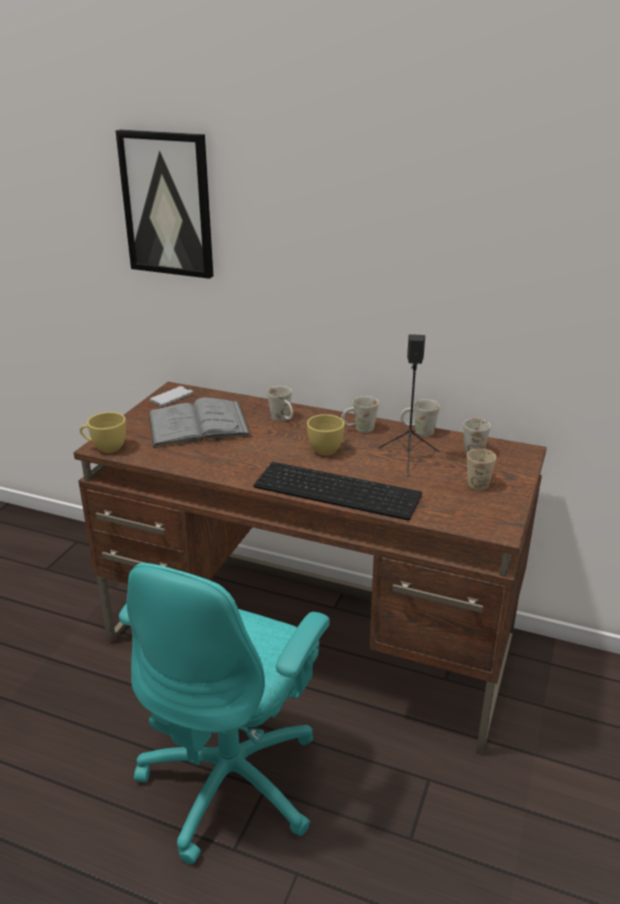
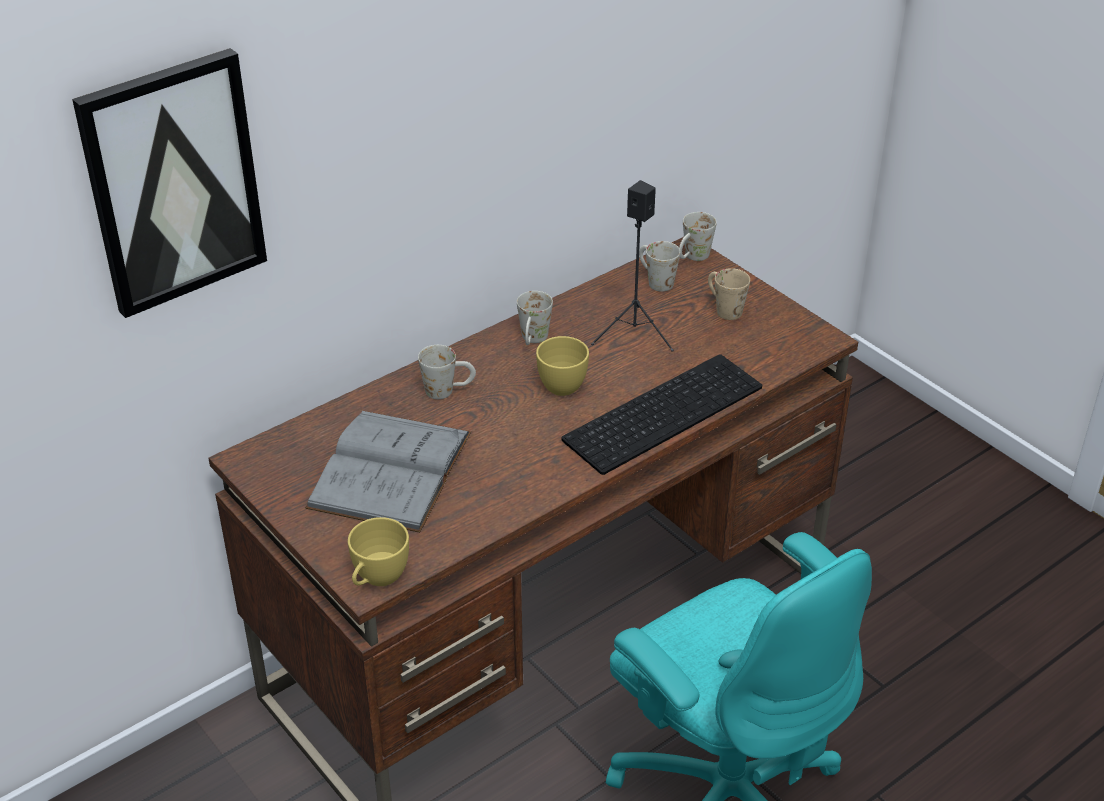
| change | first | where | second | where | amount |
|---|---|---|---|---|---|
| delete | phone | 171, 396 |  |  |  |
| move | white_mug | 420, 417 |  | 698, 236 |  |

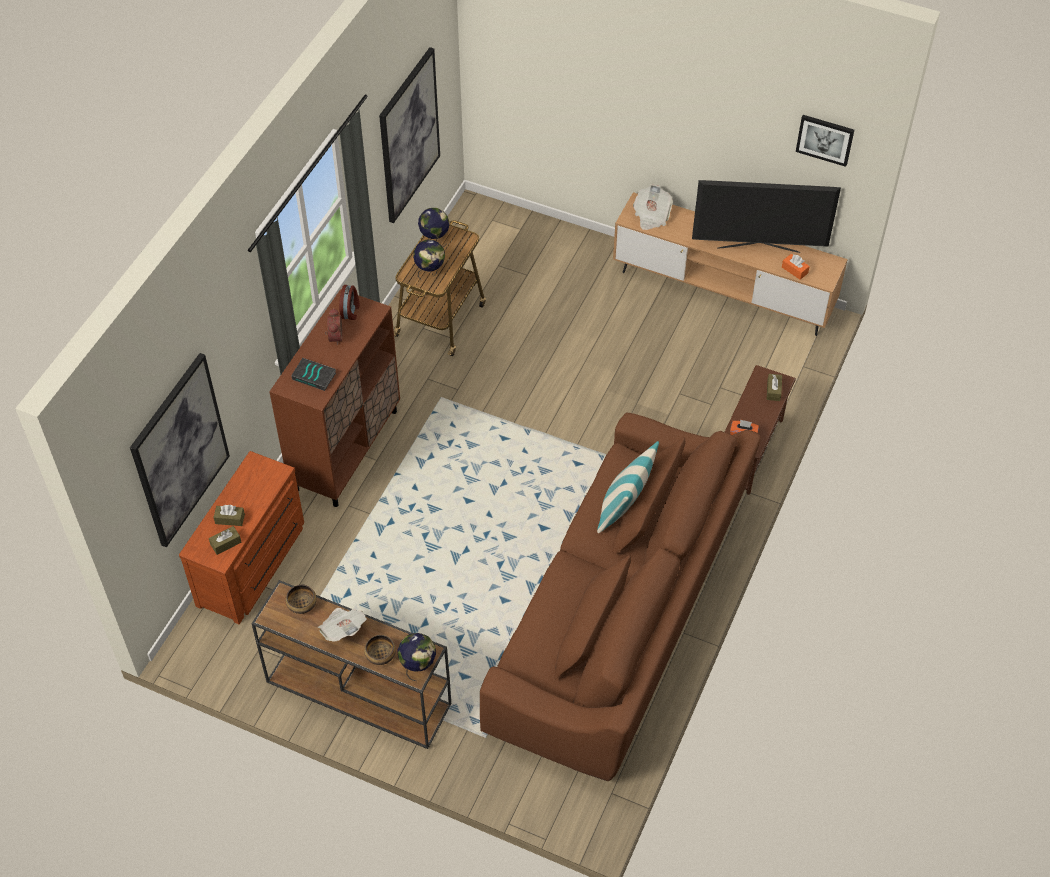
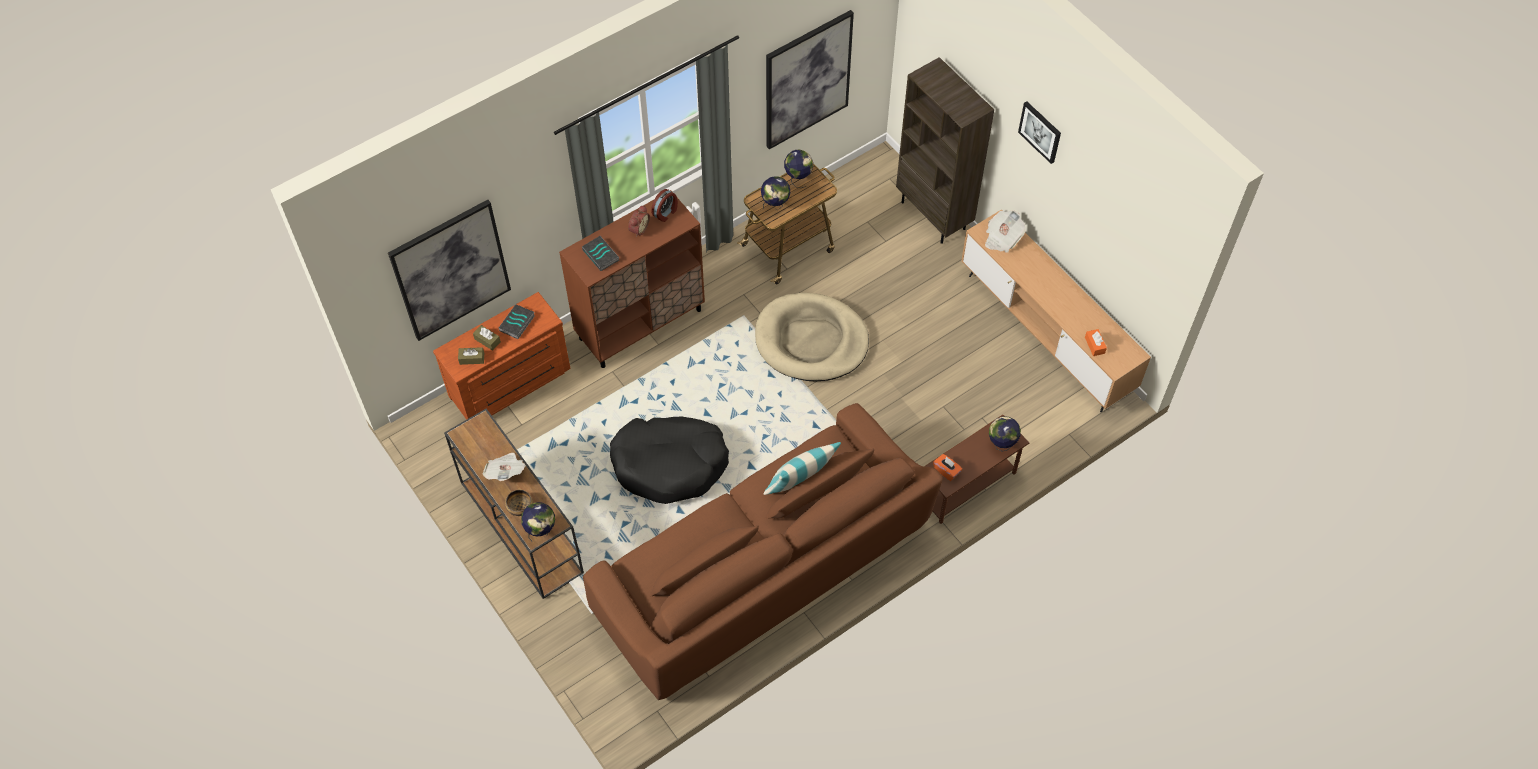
| change | first | where | second | where | amount |
|---|---|---|---|---|---|
| delete | bowl | 301, 599 |  |  |  |
| delete | television | 766, 216 |  |  |  |
| insert |  |  | book | 517, 321 |  |
| insert |  |  | black_dog_bed | 669, 460 |  |
| insert |  |  | beige_dog_bed | 812, 337 |  |
| insert |  |  | brown_bookcase | 945, 150 |  |
| move | picture | 825, 141 |  | 1039, 132 |  |
| replace | brown_tissue_box | 774, 387 | globe | 1005, 433 |  |

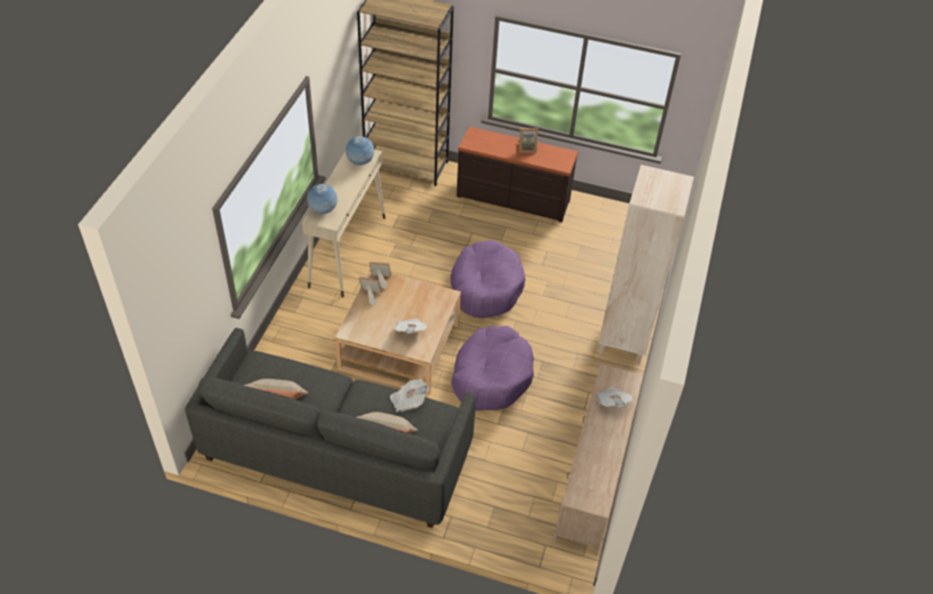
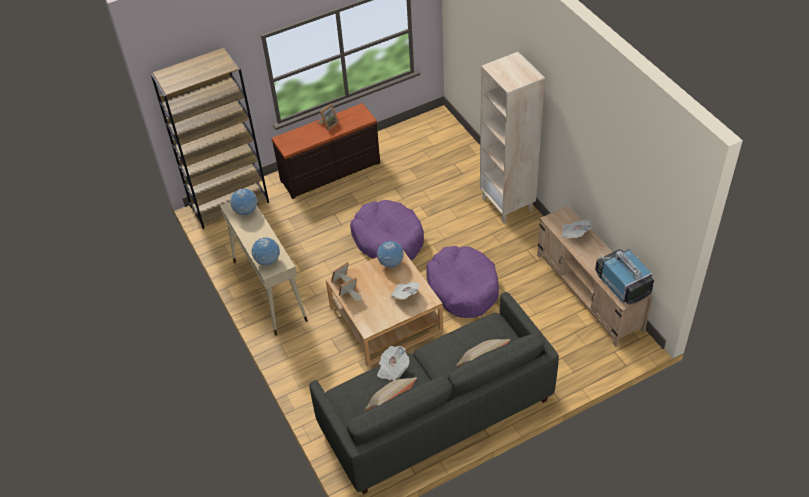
| change | first | where | second | where | amount |
|---|---|---|---|---|---|
| insert |  |  | globe | 390, 254 |  |
| insert |  |  | television | 624, 277 |  |
| move | newspaper | 409, 395 |  | 393, 363 |  |

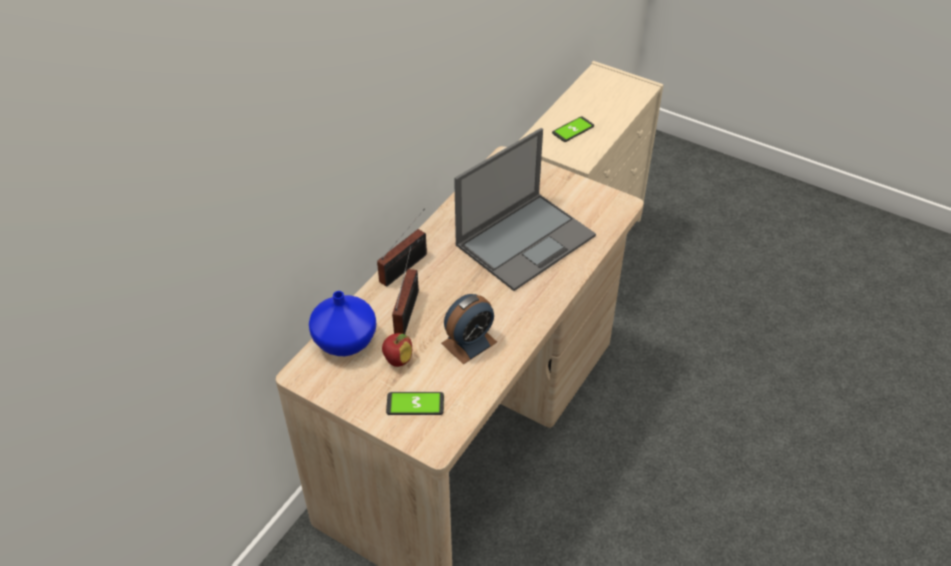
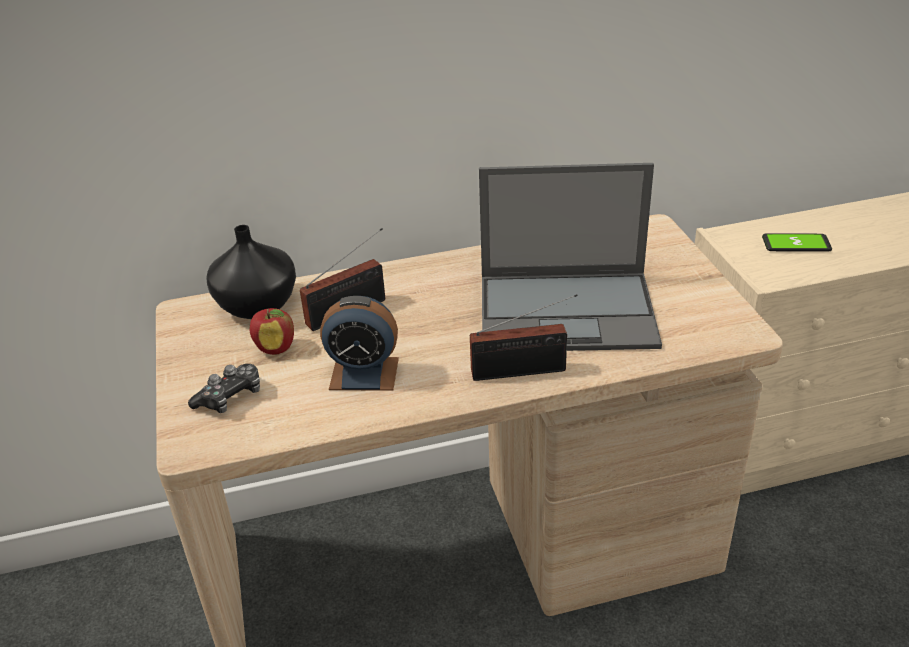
| change | first | where | second | where | amount |
|---|---|---|---|---|---|
| move | radio | 402, 248 |  | 524, 337 |  |
| replace | phone | 415, 403 | game_controller | 224, 388 |  |
| recolor | blue_vase | 342, 323 | black_vase | 251, 272 |  |

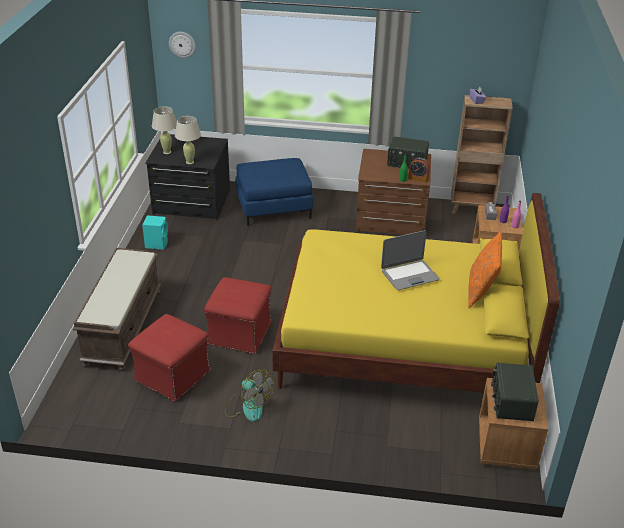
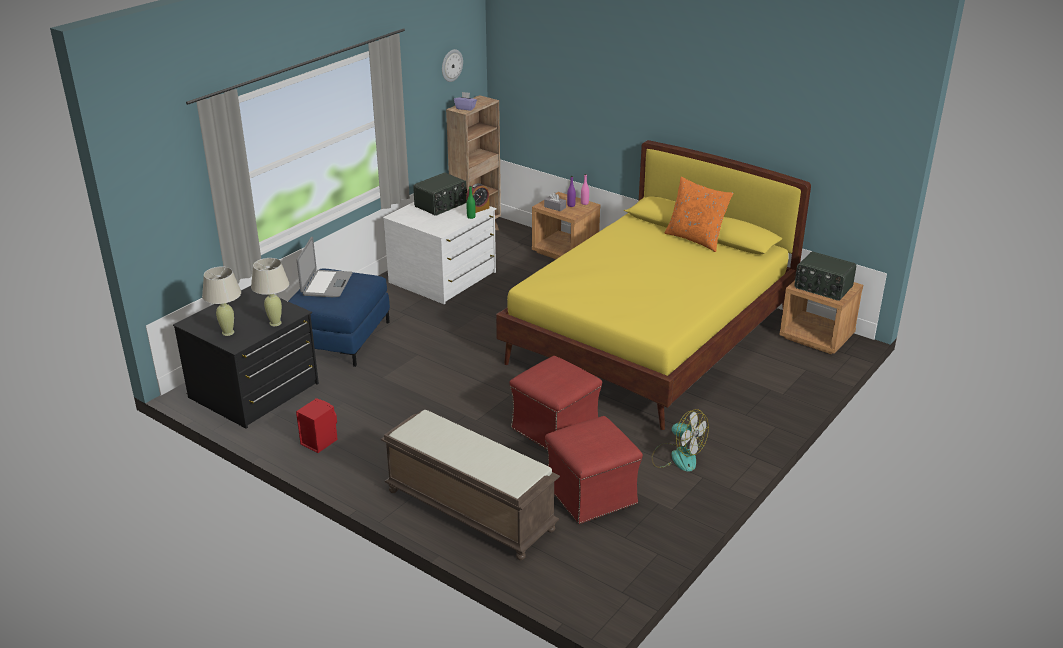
| change | first | where | second | where | amount |
|---|---|---|---|---|---|
| move | wall_clock | 182, 45 |  | 452, 65 |  |
| move | laptop | 410, 260 |  | 324, 267 |  |
| recolor | turquoise_speaker | 155, 232 | red_speaker | 317, 425 |  |
| recolor | brown_dresser | 393, 192 | white_dresser | 440, 253 |  |
| rotate | fan | 249, 395 |  | 680, 440 | 60 degrees clockwise |

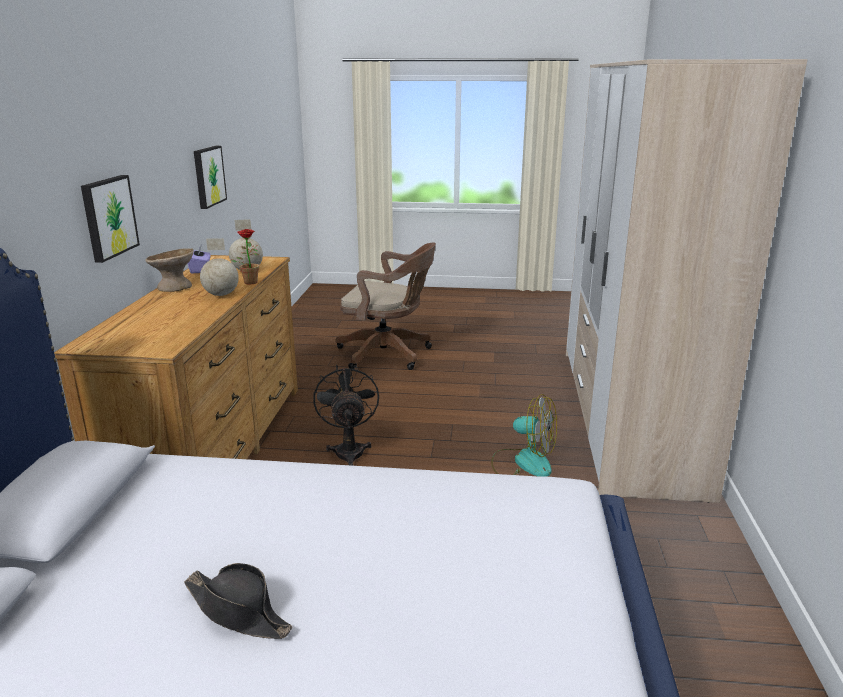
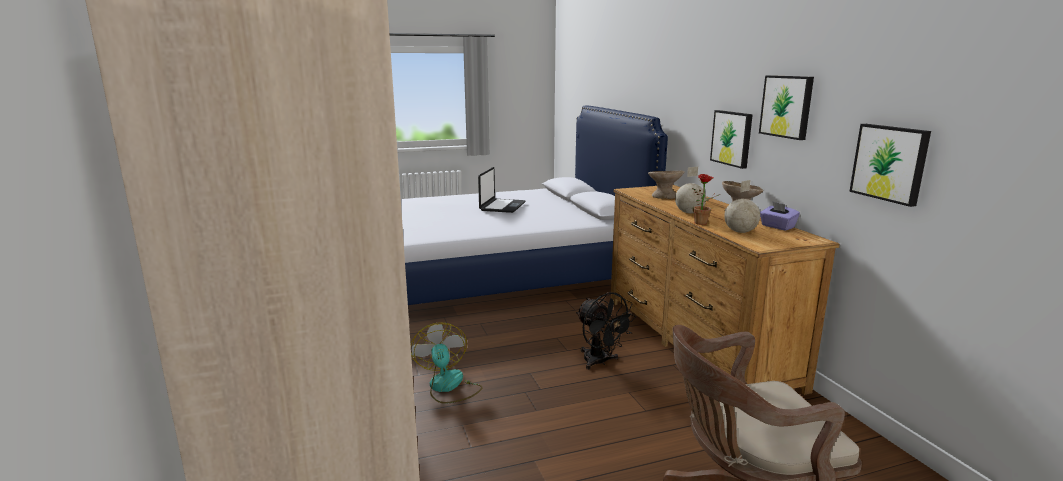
| change | first | where | second | where | amount |
|---|---|---|---|---|---|
| insert |  |  | beige_bowl | 666, 185 |  |
| insert |  |  | picture | 786, 107 |  |
| replace | black_hat | 238, 601 | laptop | 501, 190 |  |
| rotate | fan | 524, 435 |  | 447, 363 | 75 degrees clockwise |

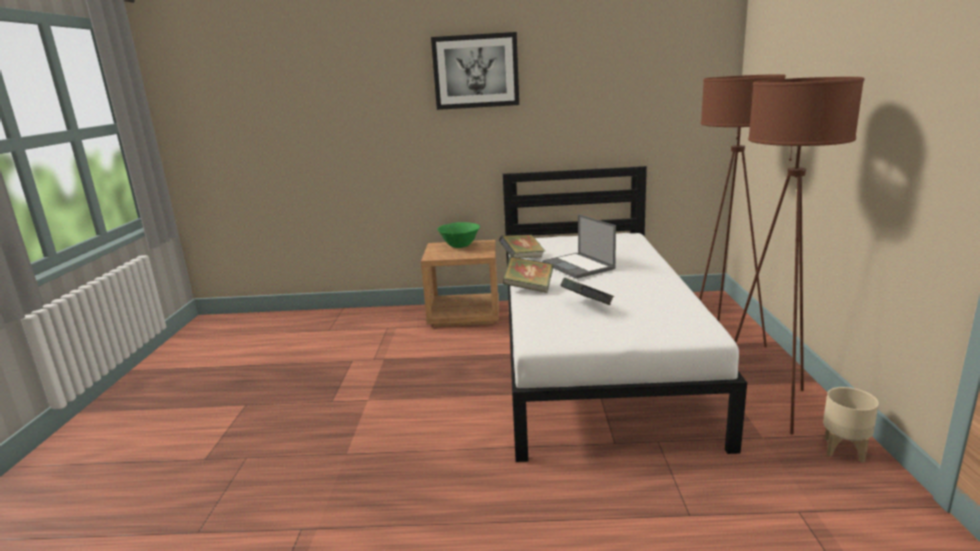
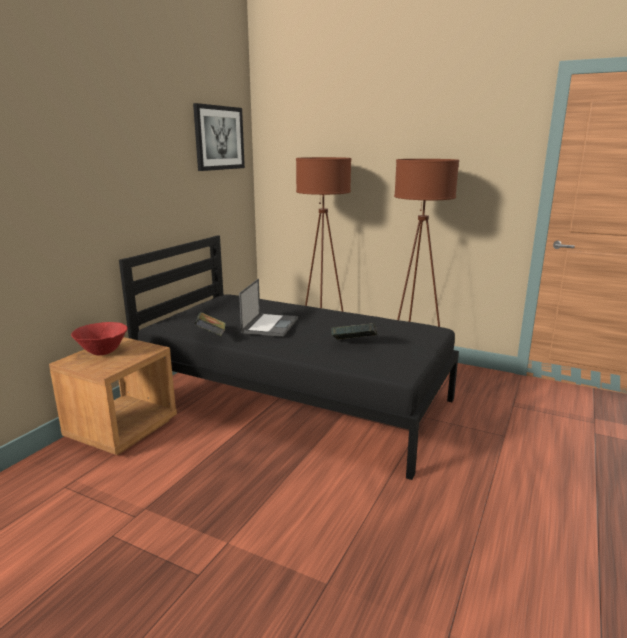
| change | first | where | second | where | amount |
|---|---|---|---|---|---|
| delete | book | 528, 274 |  |  |  |
| delete | beige_planter | 851, 425 |  |  |  |
| move | picture | 475, 71 |  | 219, 137 |  |
| recolor | green_bowl | 458, 235 | red_bowl | 99, 338 |  |
| recolor | white_bed | 625, 314 | black_bed | 289, 357 |  |
| rotate | laptop | 579, 246 |  | 268, 308 | 75 degrees counterclockwise |

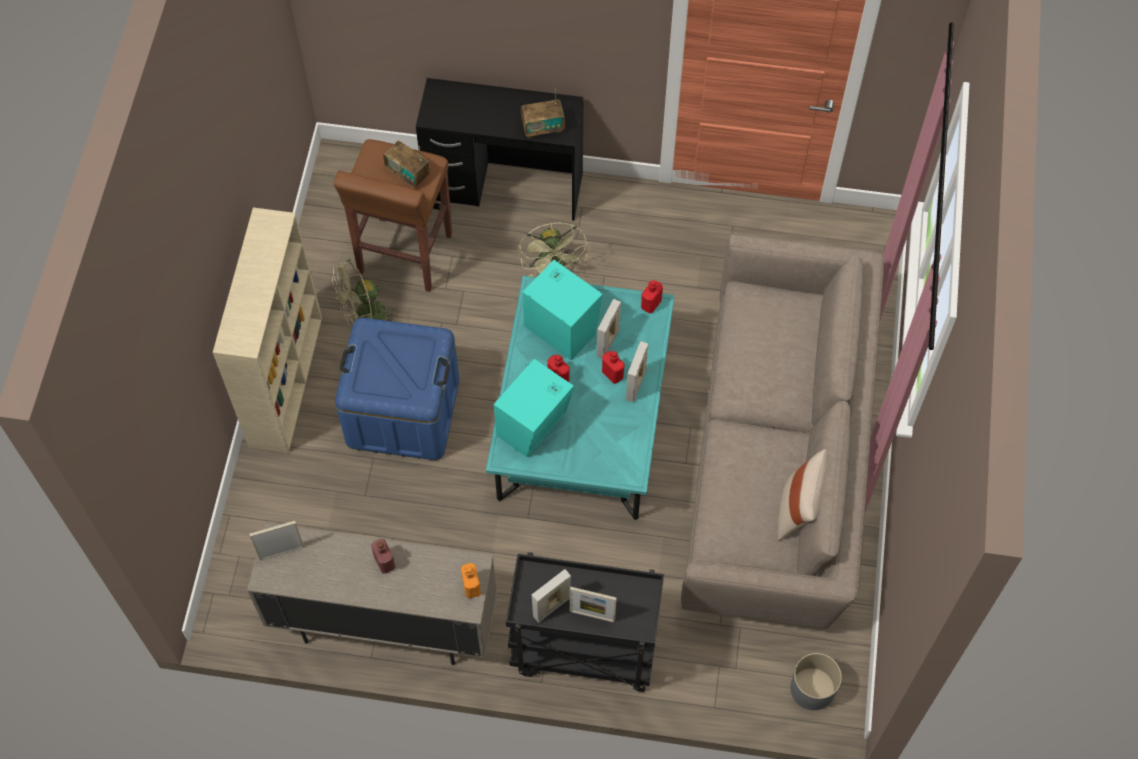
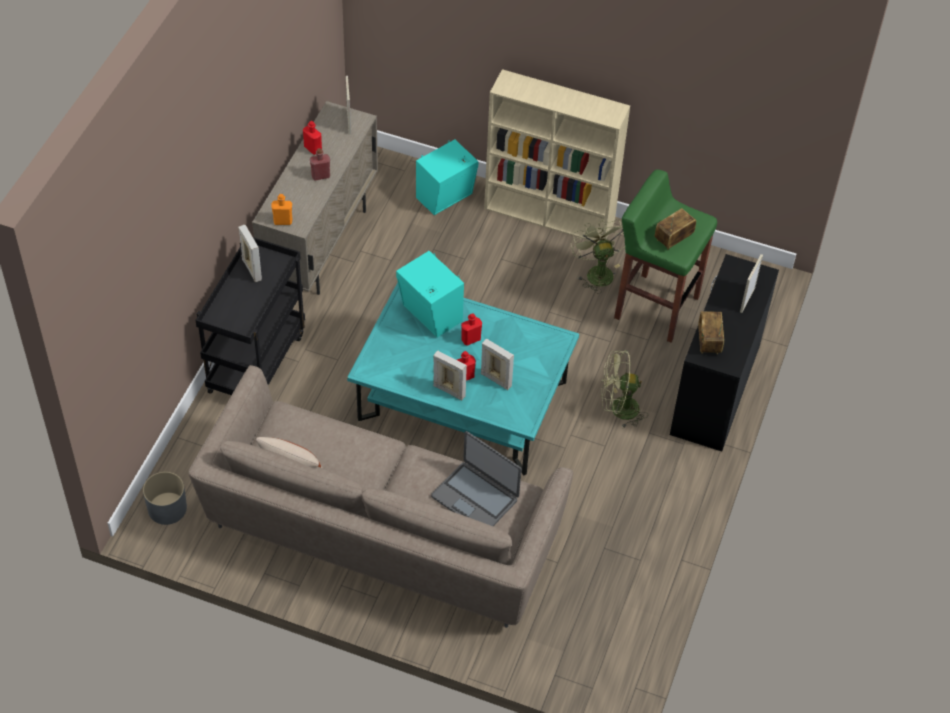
| change | first | where | second | where | amount |
|---|---|---|---|---|---|
| delete | blue_storage_box | 397, 389 |  |  |  |
| insert |  |  | laptop | 476, 478 |  |
| move | turquoise_speaker | 563, 310 |  | 447, 177 |  |
| move | picture_frame | 593, 604 |  | 751, 283 |  |
| move | red_bottle | 652, 296 |  | 312, 138 |  |
| recolor | brown_stool | 393, 215 | green_stool | 665, 256 |  |

